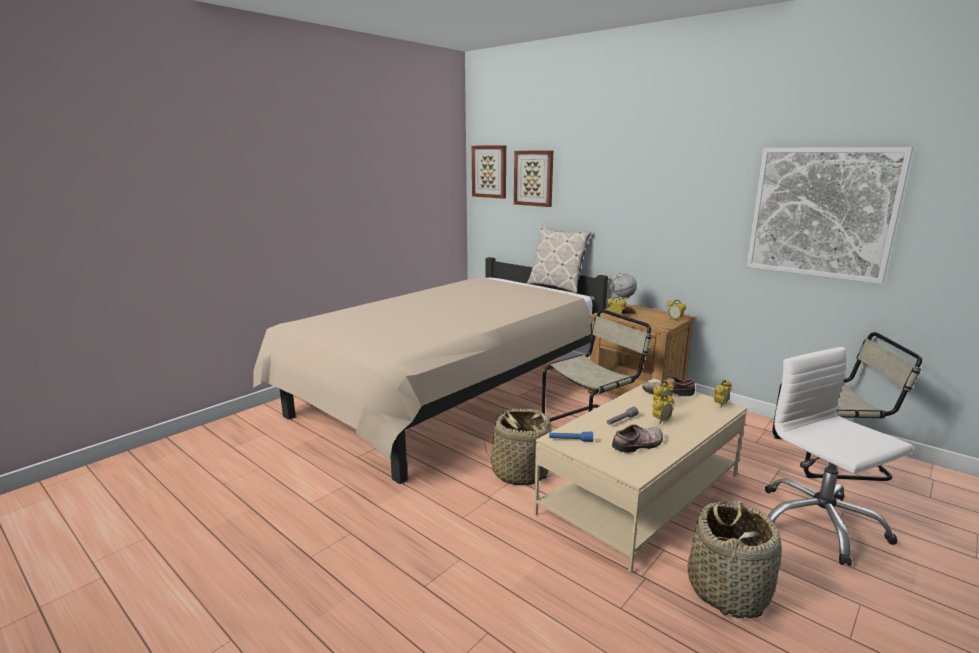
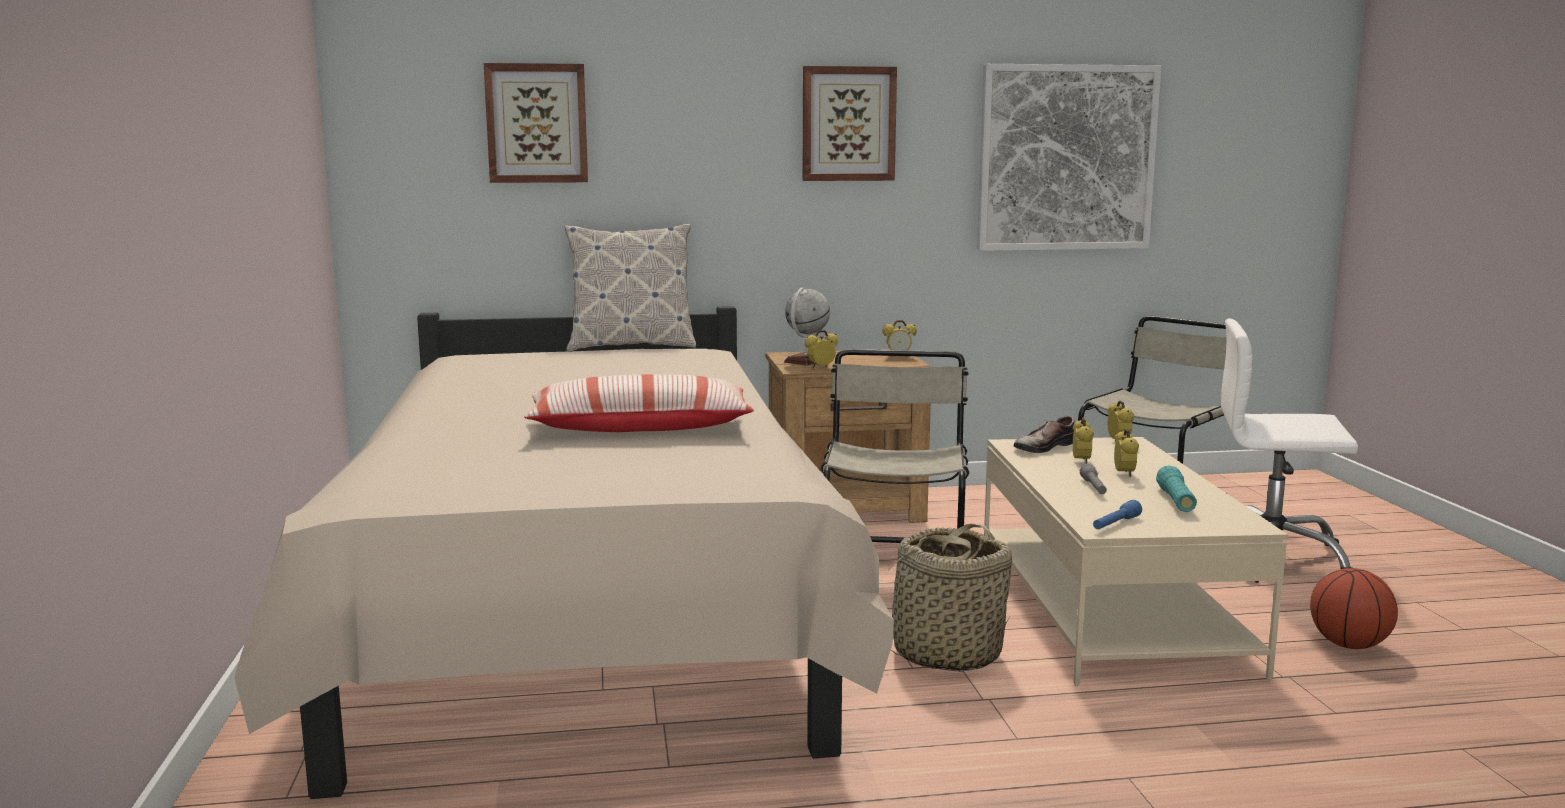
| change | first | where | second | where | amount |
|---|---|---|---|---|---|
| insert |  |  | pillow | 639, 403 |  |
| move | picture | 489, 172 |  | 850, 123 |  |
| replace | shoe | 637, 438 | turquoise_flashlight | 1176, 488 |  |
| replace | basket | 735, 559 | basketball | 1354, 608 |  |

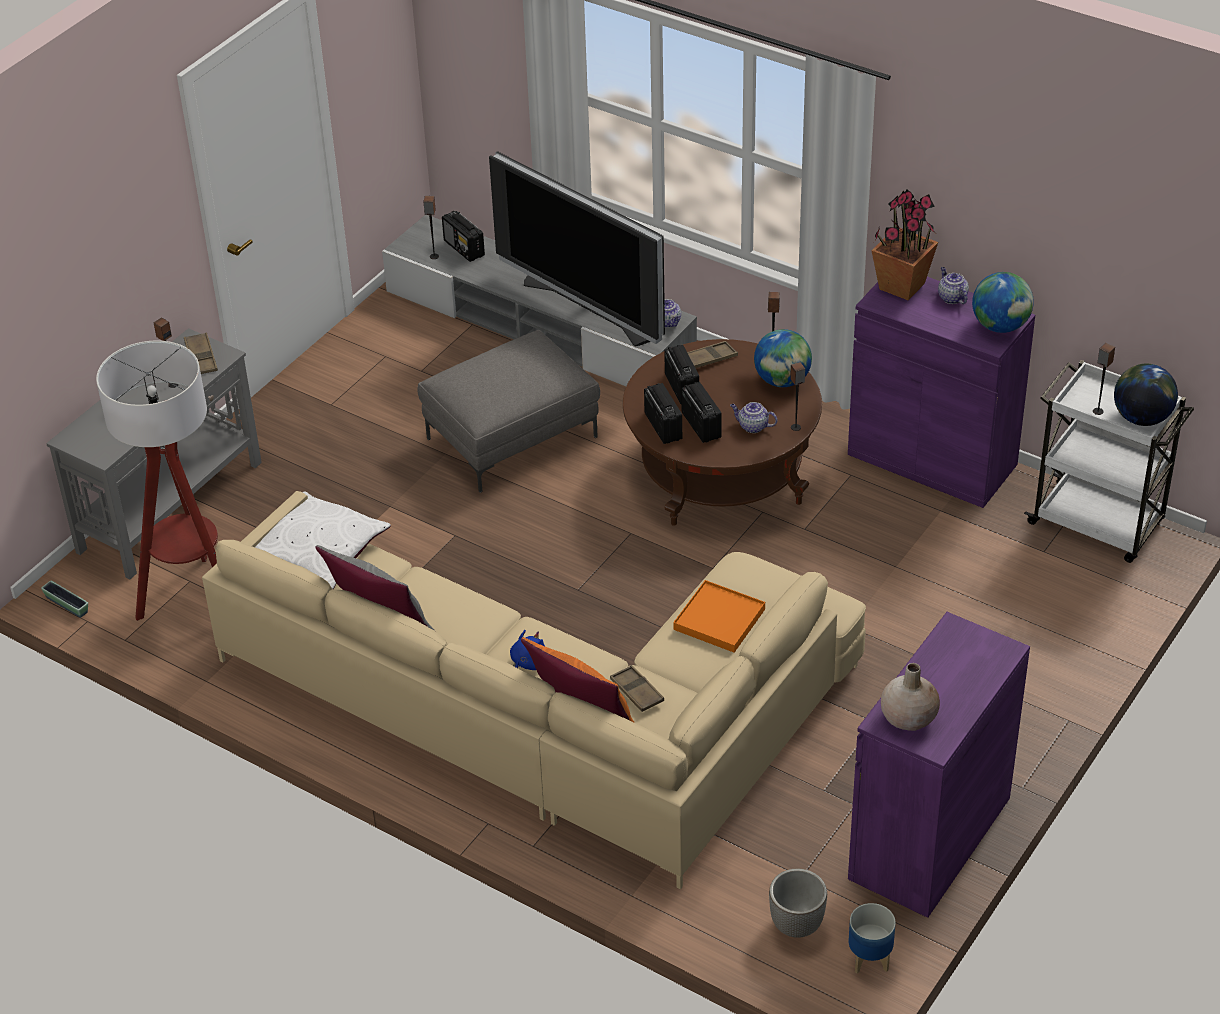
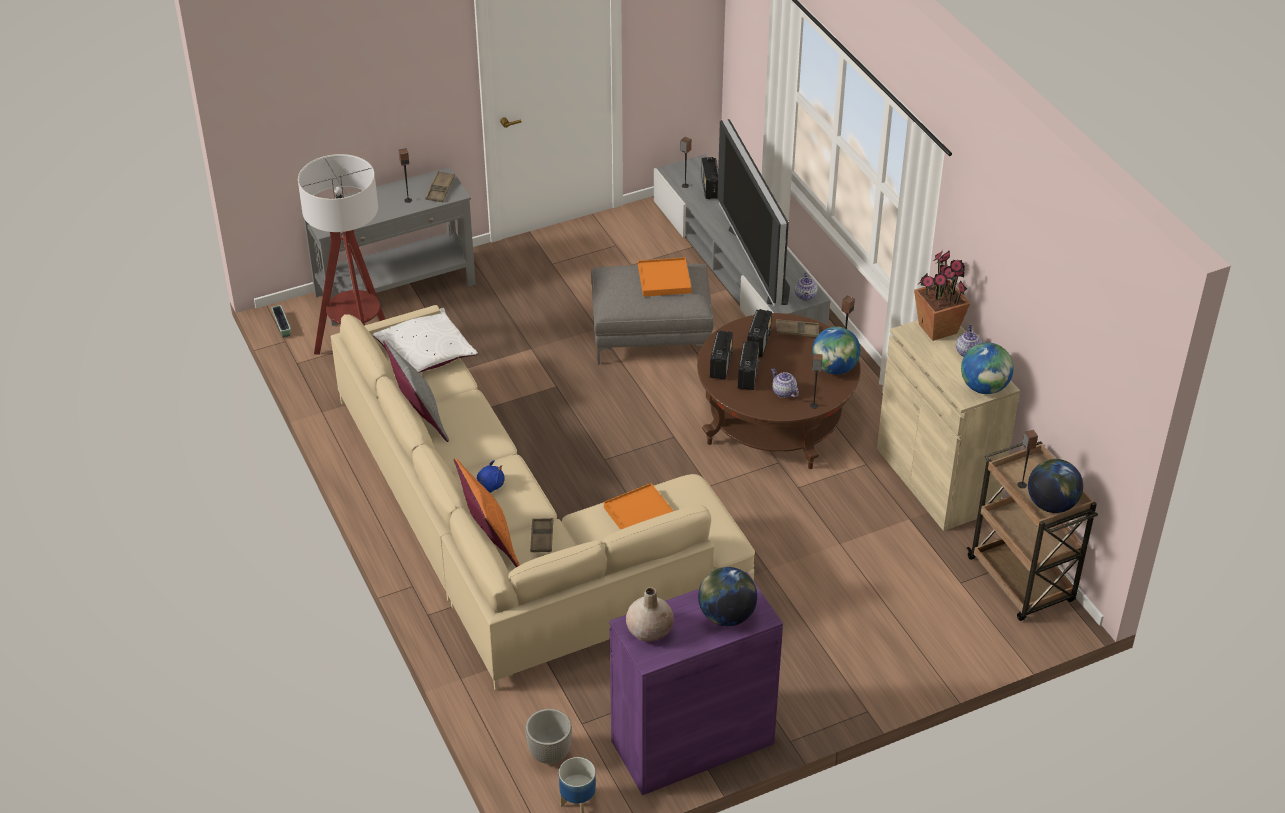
| change | first | where | second | where | amount |
|---|---|---|---|---|---|
| insert |  |  | orange_tray | 665, 277 |  |
| insert |  |  | globe | 727, 596 |  |
| recolor | purple_cabinet | 941, 392 | beige_cabinet | 948, 425 |  |
| recolor | white_cart | 1109, 461 | brown_cart | 1032, 531 |  |

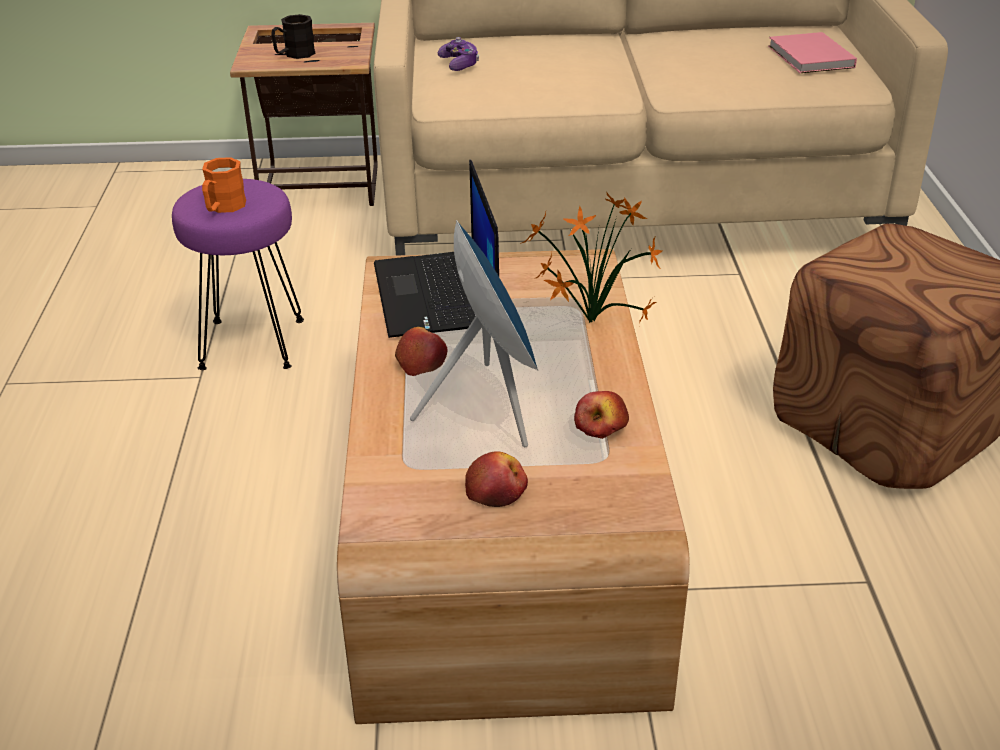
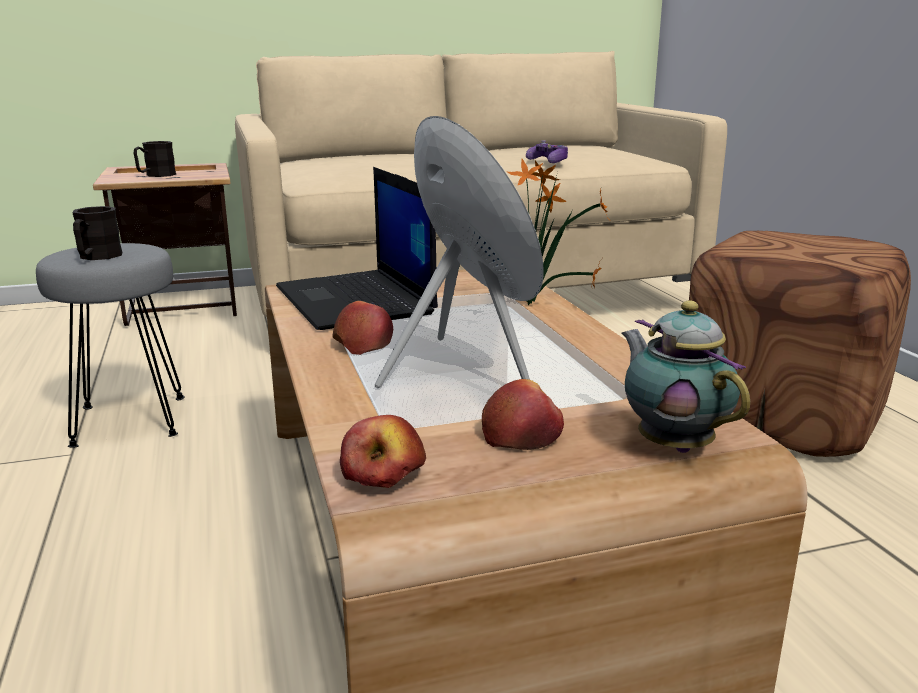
| change | first | where | second | where | amount |
|---|---|---|---|---|---|
| delete | pink_book | 812, 52 |  |  |  |
| insert |  |  | teapot | 685, 376 |  |
| move | game_controller | 458, 54 |  | 547, 151 |  |
| move | apple | 601, 415 |  | 383, 451 |  |
| recolor | purple_stool | 238, 274 | grey_stool | 110, 345 |  |
| recolor | orange_mug | 224, 185 | black_mug | 97, 233 |  |

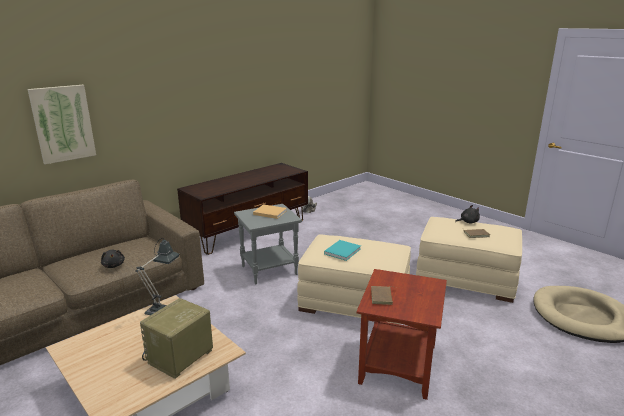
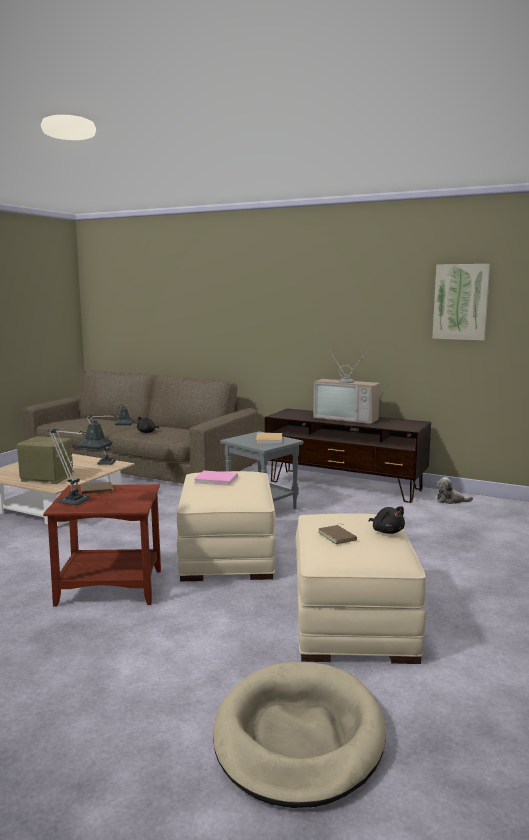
| change | first | where | second | where | amount |
|---|---|---|---|---|---|
| insert |  |  | table_lamp | 80, 461 |  |
| insert |  |  | television | 346, 387 |  |
| move | picture | 62, 124 |  | 461, 302 |  |
| recolor | turquoise_book | 342, 250 | pink_book | 216, 478 |  |

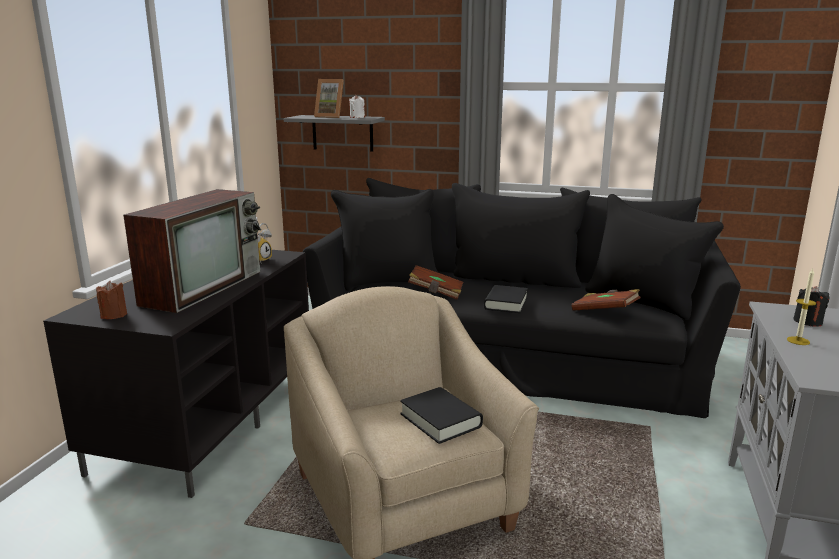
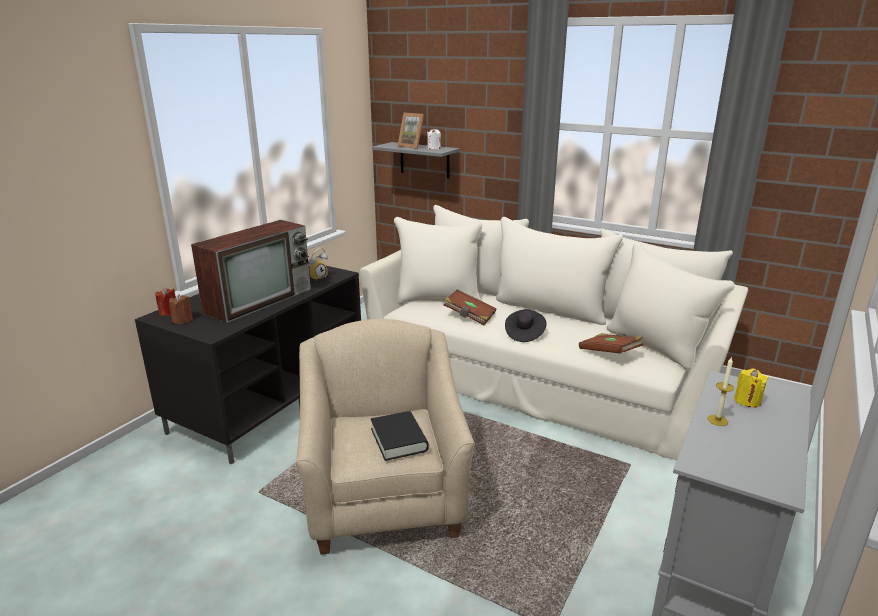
| change | first | where | second | where | amount |
|---|---|---|---|---|---|
| insert |  |  | red_candle | 165, 301 |  |
| replace | black_book | 506, 299 | black_hat | 526, 325 |  |
| recolor | black_sofa | 522, 298 | beige_sofa | 554, 332 |  |
| recolor | black_candle | 811, 306 | yellow_candle | 751, 388 |  |

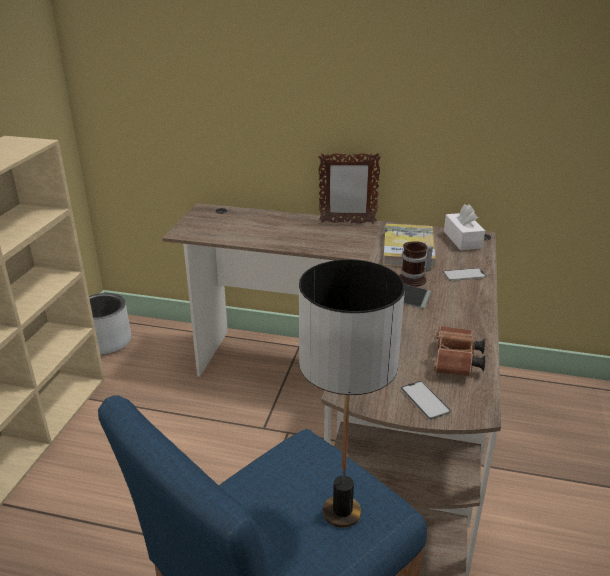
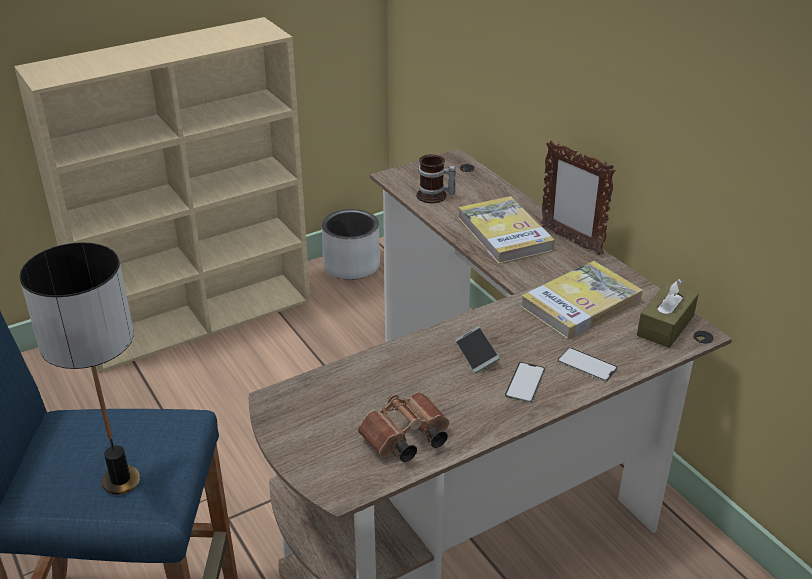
| change | first | where | second | where | amount |
|---|---|---|---|---|---|
| insert |  |  | book | 506, 230 |  |
| move | mug | 416, 264 |  | 436, 178 |  |
| move | phone | 426, 400 |  | 525, 382 |  |
| recolor | white_tissue_box | 464, 227 | brown_tissue_box | 667, 313 |  |

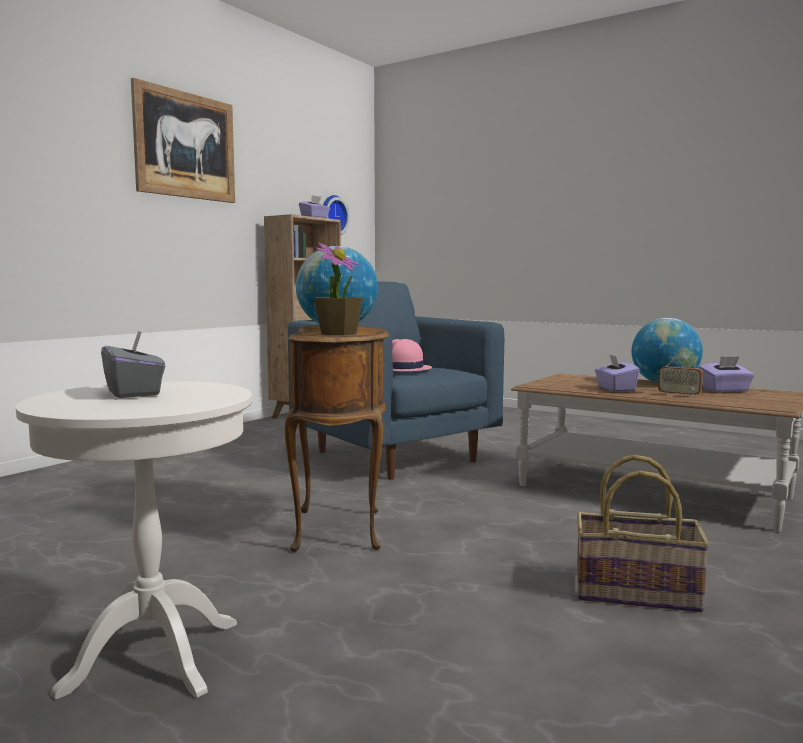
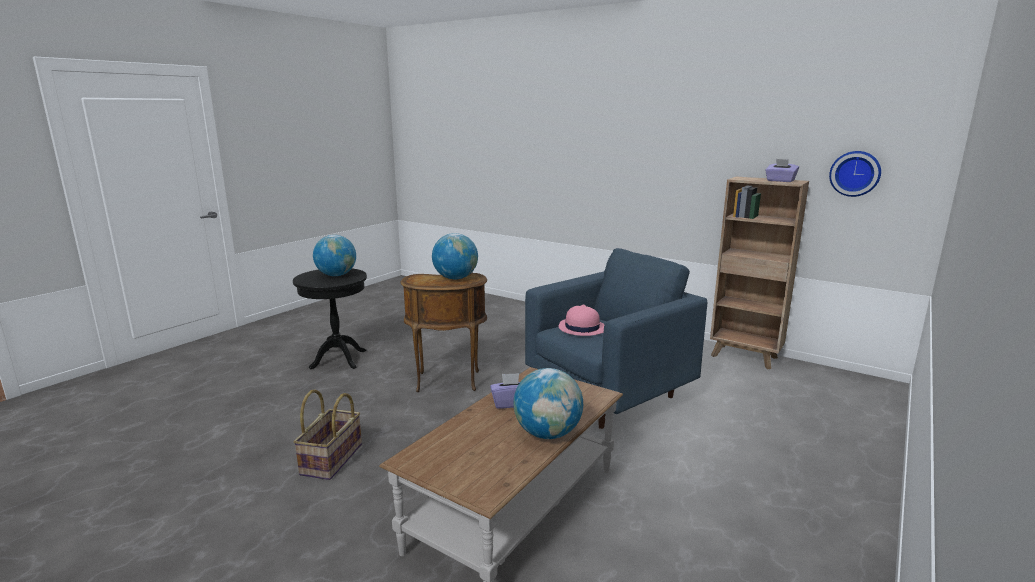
| change | first | where | second | where | amount |
|---|---|---|---|---|---|
| delete | picture | 183, 140 |  |  |  |
| delete | potted_plant | 338, 288 |  |  |  |
| delete | radio | 680, 372 |  |  |  |
| delete | purple_tissue_box | 726, 374 |  |  |  |
| replace | grey_tissue_box | 133, 364 | globe | 334, 255 |  |
| recolor | white_side_table | 134, 540 | black_side_table | 330, 318 |  |

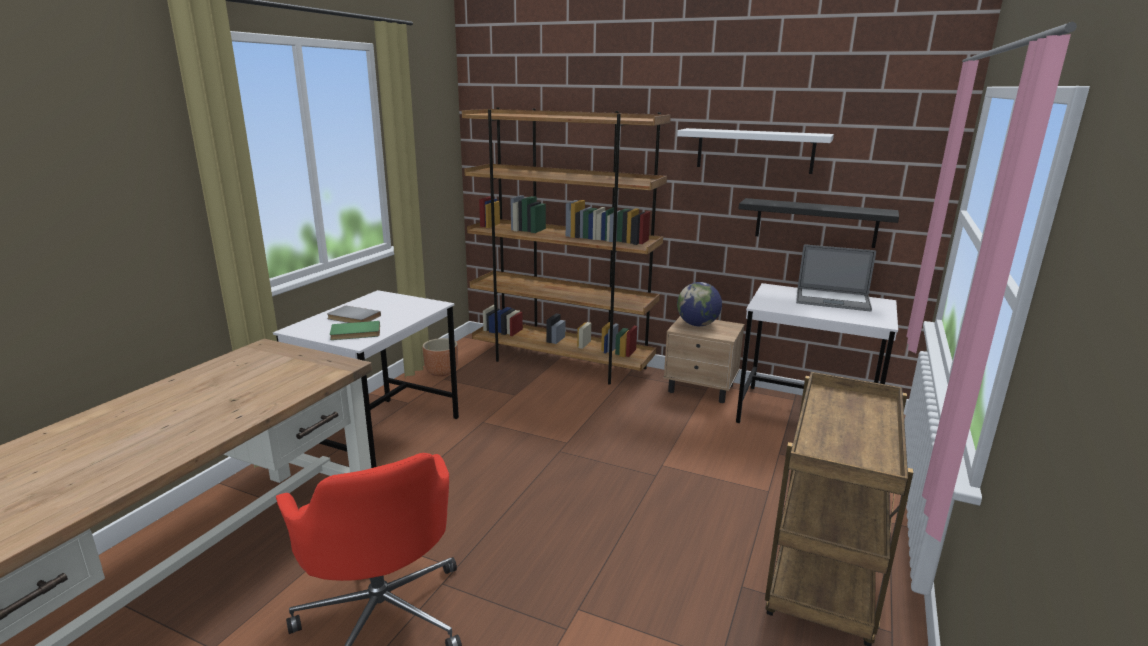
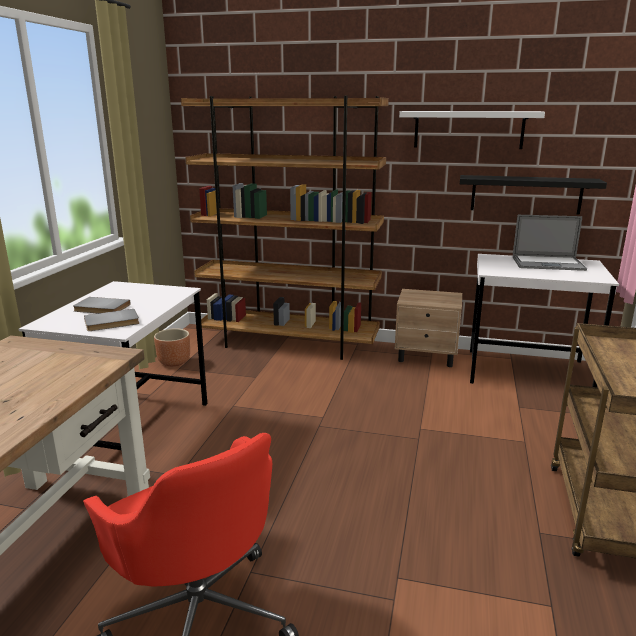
| change | first | where | second | where | amount |
|---|---|---|---|---|---|
| delete | globe | 699, 304 |  |  |  |
| recolor | green_book | 355, 330 | grey_book | 111, 320 |  |

